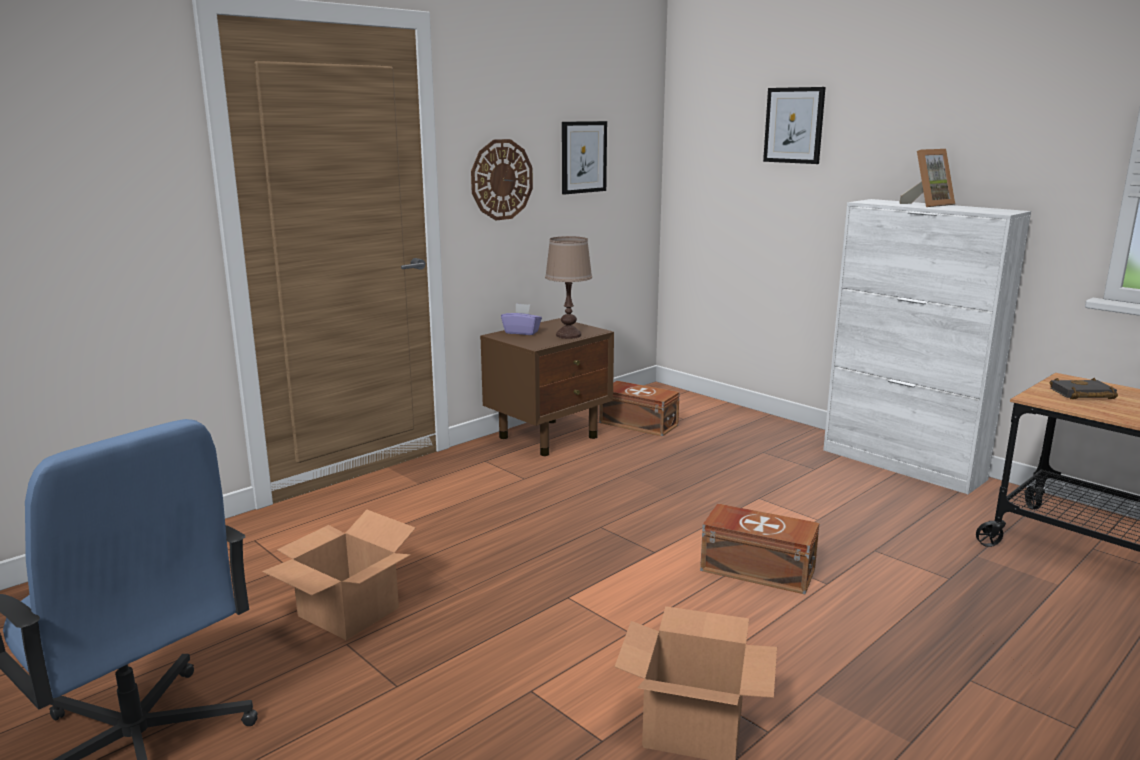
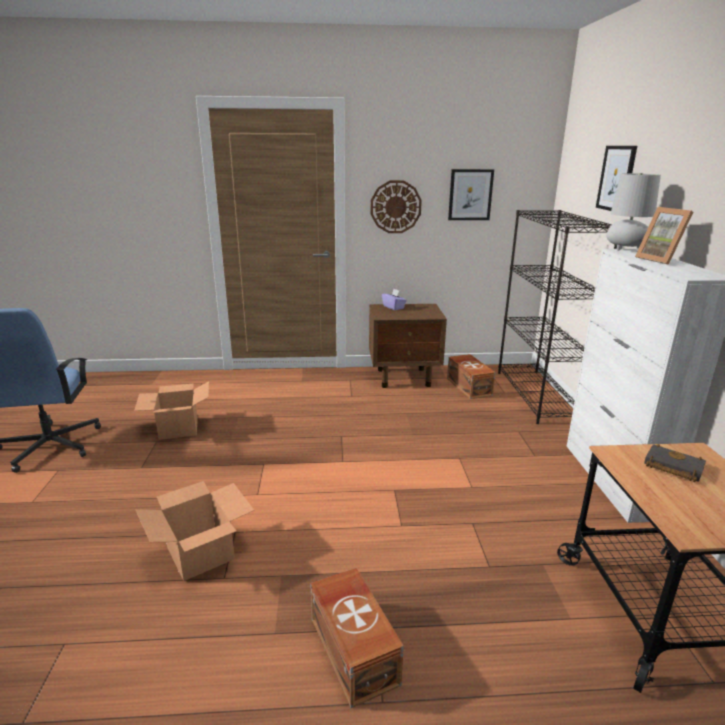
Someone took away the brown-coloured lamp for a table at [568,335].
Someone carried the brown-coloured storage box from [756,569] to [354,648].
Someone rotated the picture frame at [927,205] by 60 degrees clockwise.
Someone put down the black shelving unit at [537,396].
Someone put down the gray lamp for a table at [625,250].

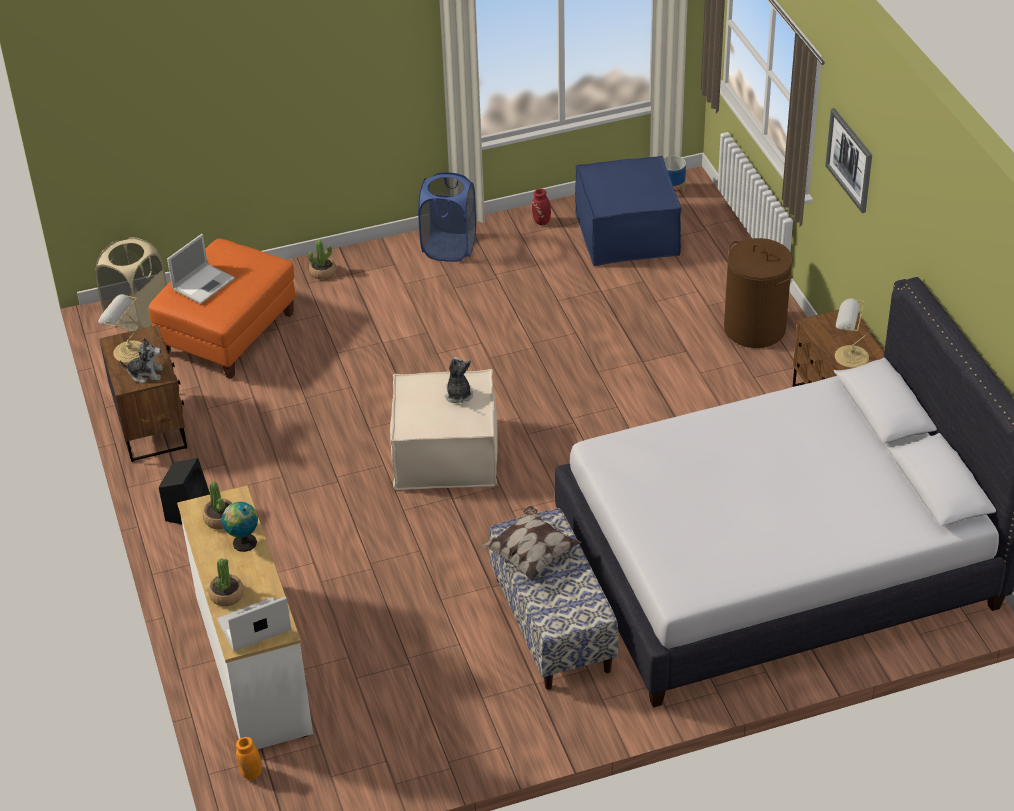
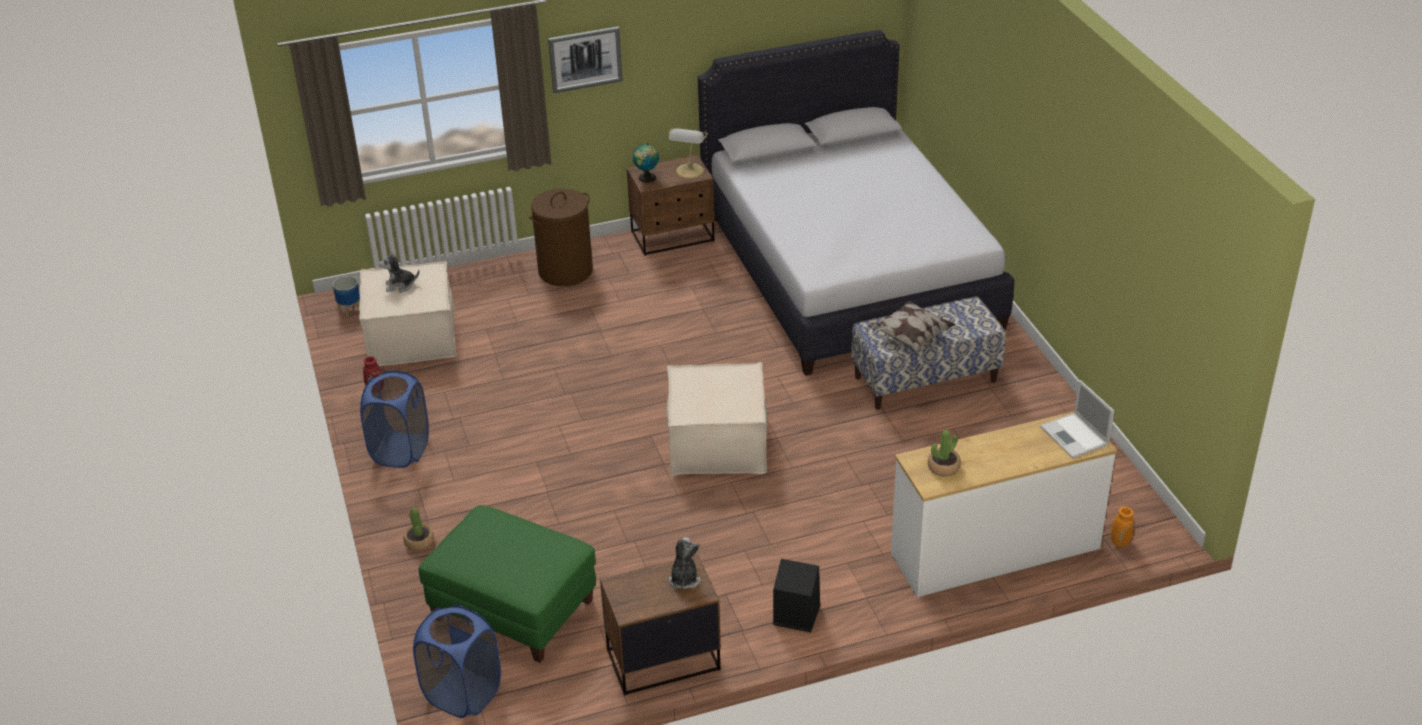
Someone repainted the beige washing basket at [138,315], which became the bluish washing basket at [462,694].
Someone took away the lamp for a table at [128,351].
Someone repainted the orange-coloured pouffe at [228,334], which became the green pouffe at [513,610].
Someone took away the portable computer at [204,283].
Someone took away the plant in a pot at [226,595].
Someone carried the desk globe from [243,542] to [647,178].
Someone carried the plush toy from [458,395] to [400,285].
Someone repainted the bluish pouffe at [627,234], which became the beige pouffe at [412,337].

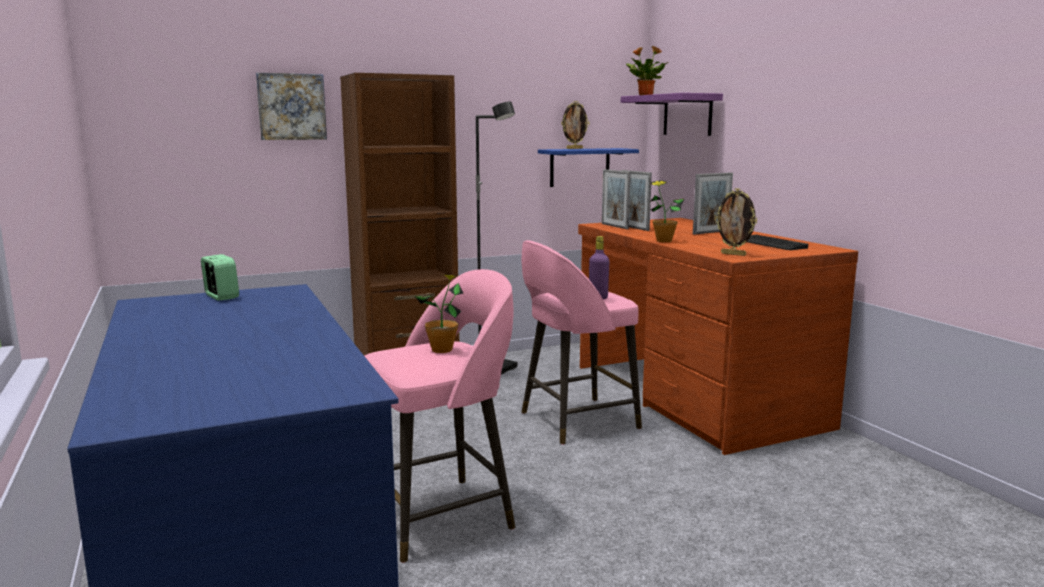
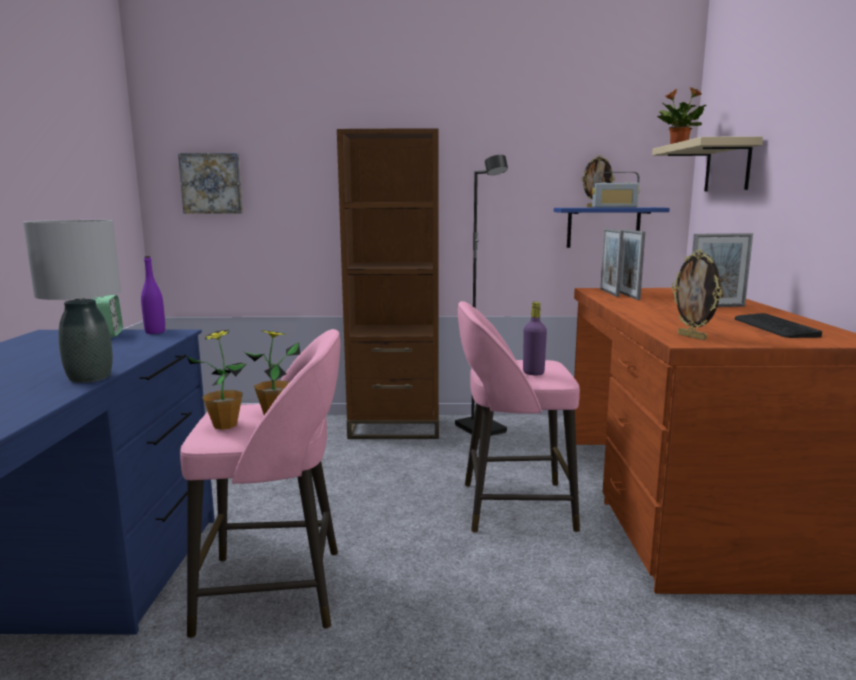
Someone carried the wall art from [291,107] to [212,183].
Someone repainted the purplish shelf at [687,115], which became the beige shelf at [727,166].
Someone carried the plant in a pot from [664,241] to [225,425].
Someone put down the gray lamp for a table at [89,377].
Someone put down the purplish drink bottle at [155,332].
Someone put down the radio receiver at [614,207].

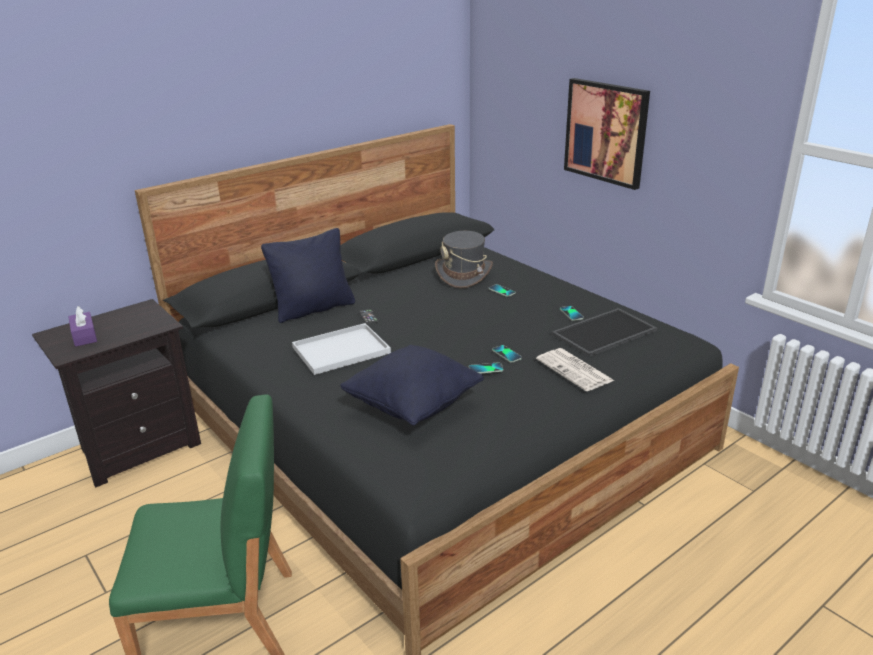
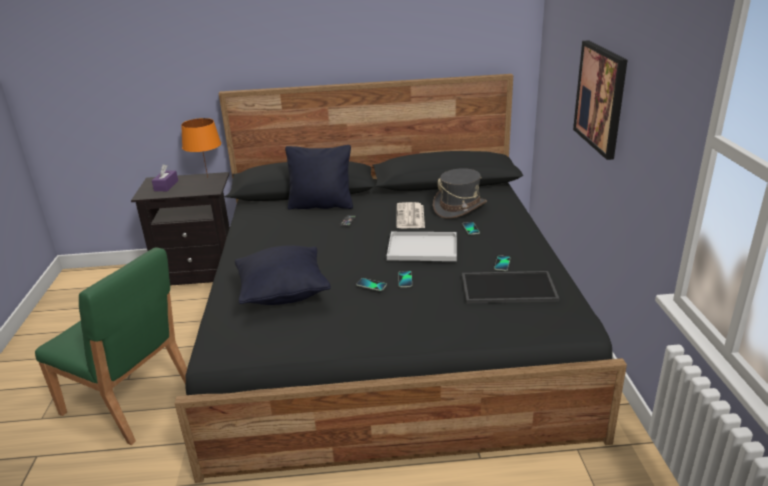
Someone carried the white serving tray from [340,351] to [421,248].
Someone carried the daily paper from [575,370] to [410,216].
Someone put down the orange-coloured lamp for a table at [207,177].

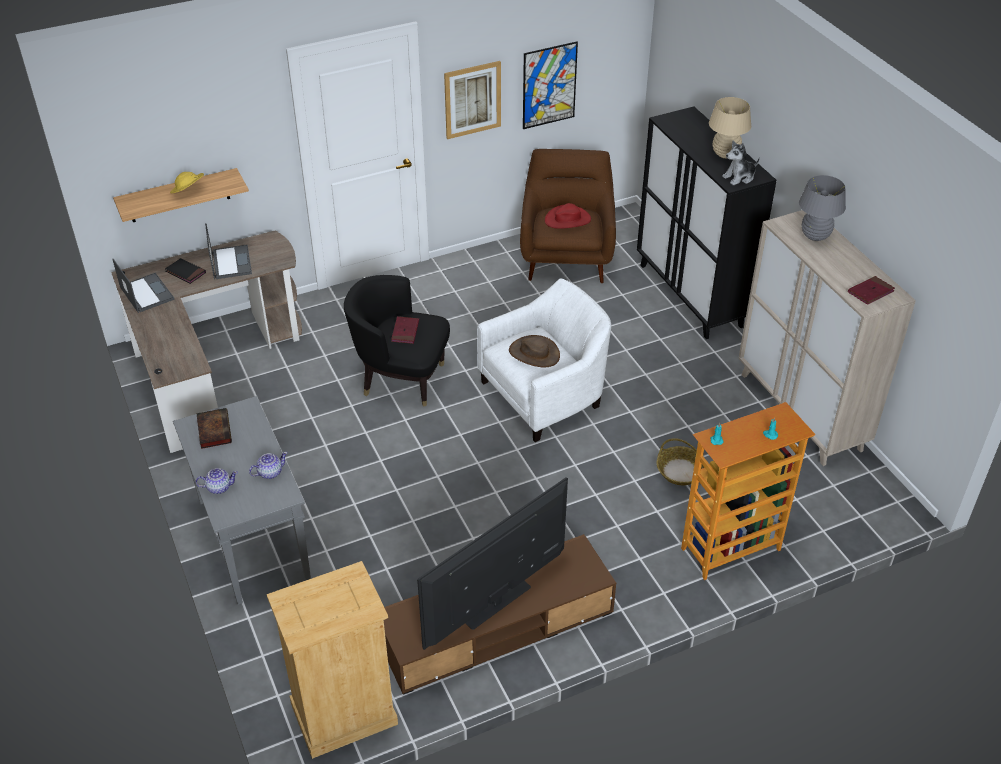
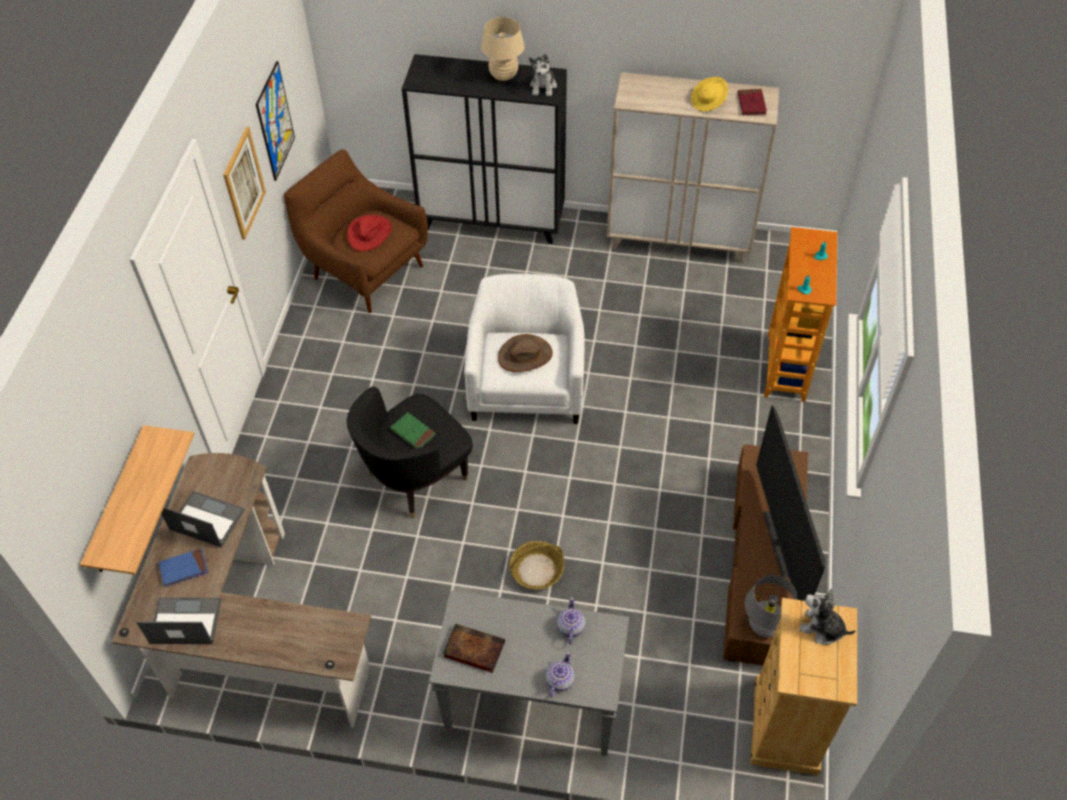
Someone repainted the black bound book at [185,272], which became the bluish bound book at [184,568].
Someone carried the yellow-coloured hat from [188,191] to [708,102].
Someone repainted the red-coloured bound book at [405,331], which became the green bound book at [413,432].
Someone carried the basket from [680,471] to [536,570].
Someone carried the gray lamp for a table from [815,236] to [764,626].
Someone put down the plush toy at [821,628].

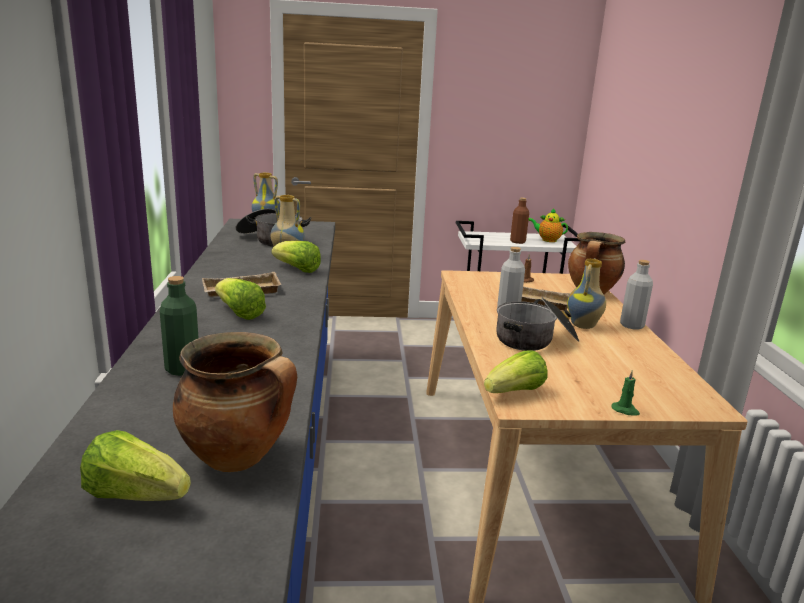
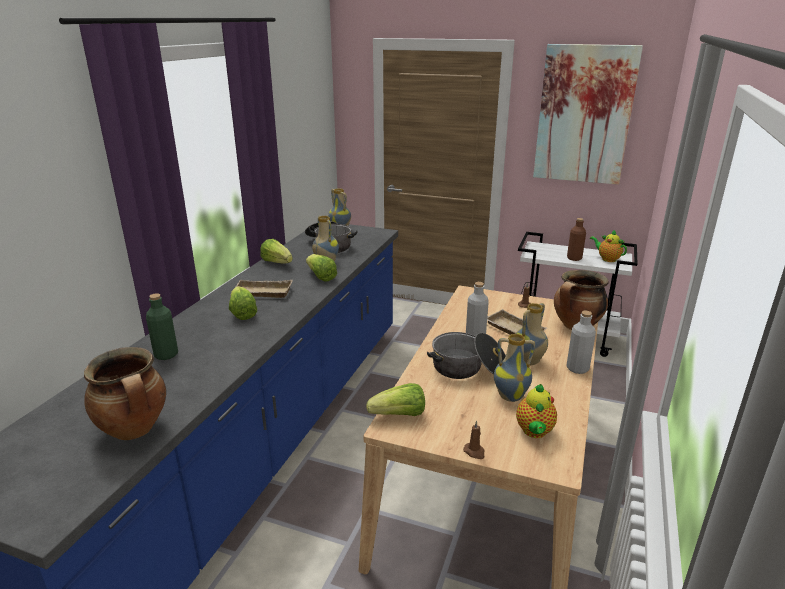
Someone carried the lettuce head from [135,495] to [277,262].
Someone repainted the green candle at [625,410], which became the brown-coloured candle at [474,452].
Someone put down the vase at [510,396].
Someone put down the pot for tea at [534,432].
Someone put up the wall art at [584,115].

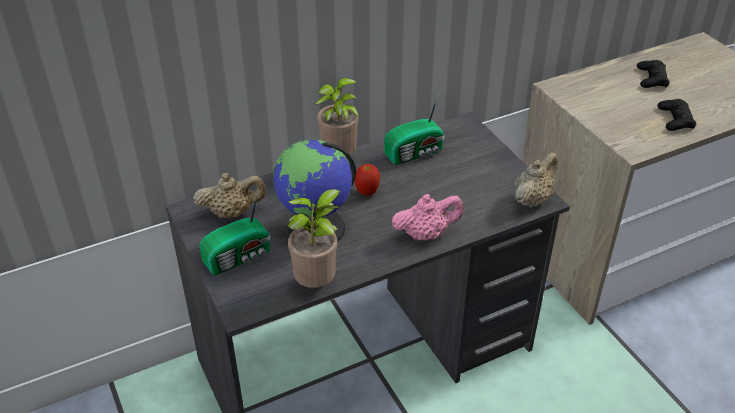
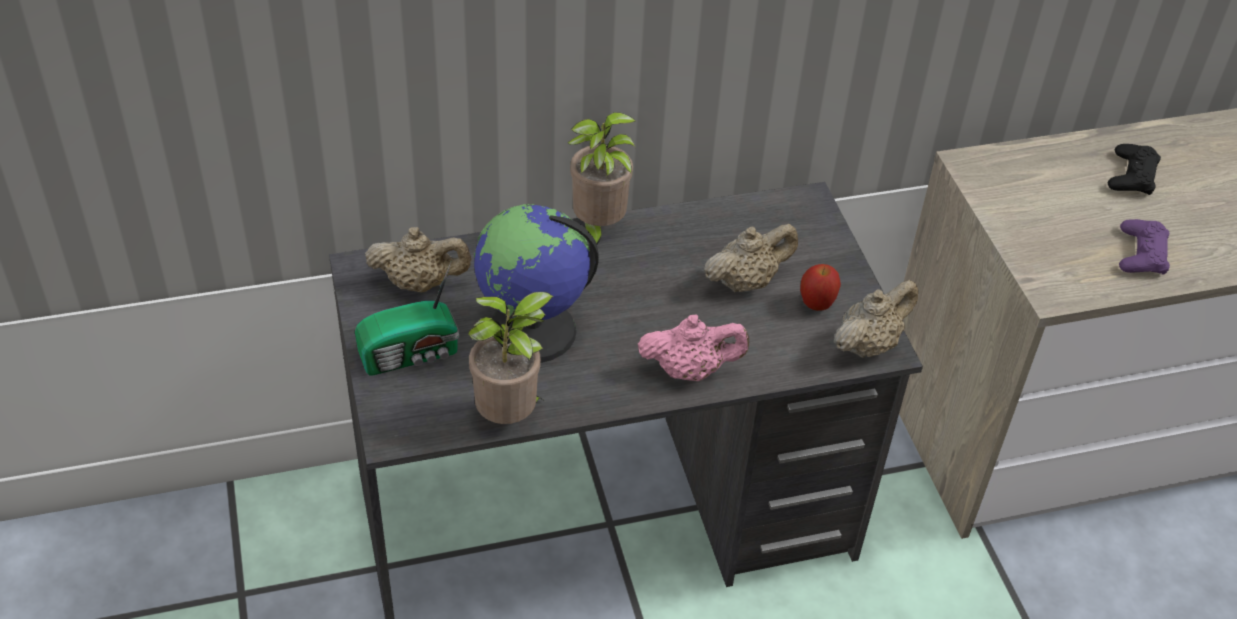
Someone carried the whole apple from [367,192] to [816,305].
Someone took away the radio receiver at [415,153].
Someone repainted the black joypad at [675,119], which became the purplish joypad at [1141,253].
Someone put down the beige pot for tea at [746,281].

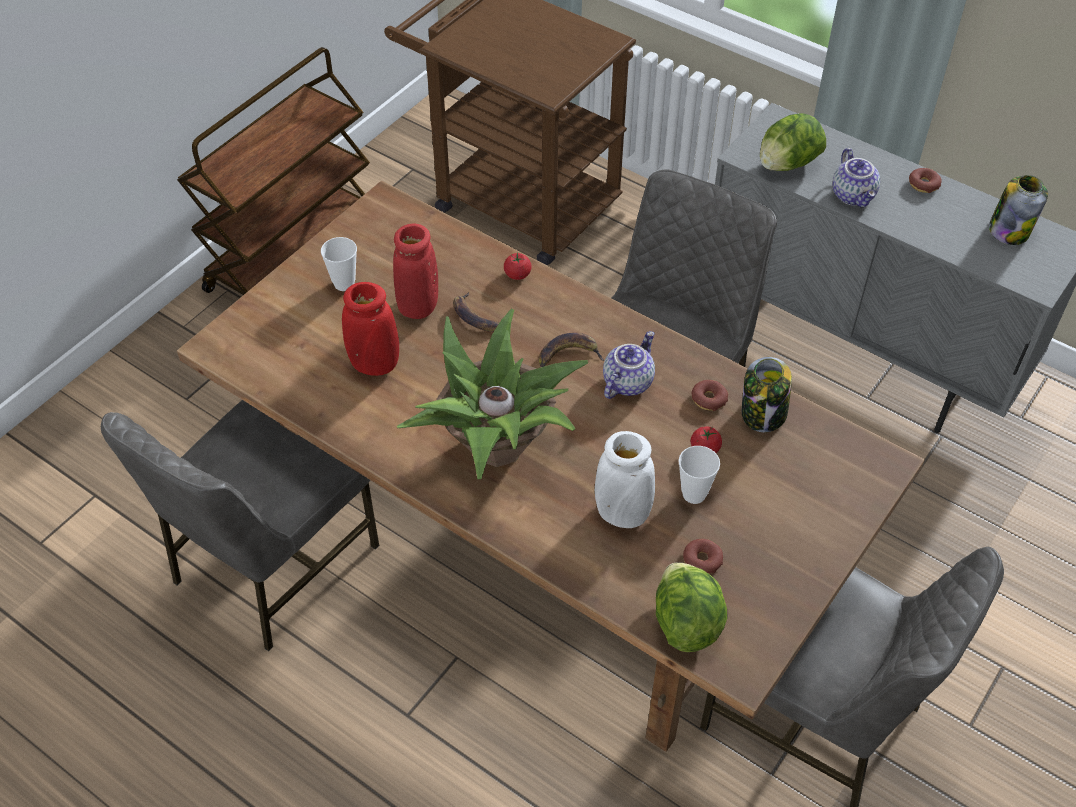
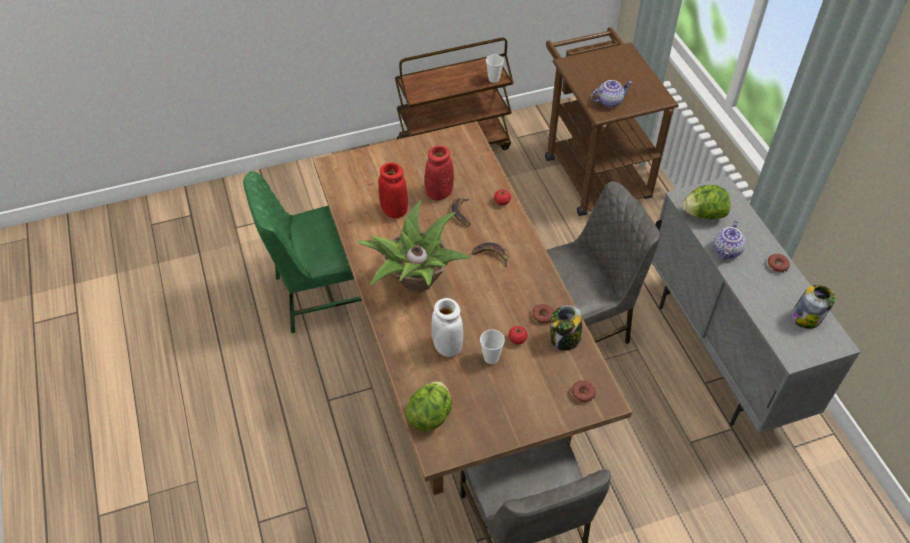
Someone repainted the gray chair at [271,564], which became the green chair at [324,293].
Someone carried the drinking cup from [344,283] to [494,79].
Someone carried the pot for tea from [627,382] to [609,101].
Someone carried the donut from [702,560] to [583,393].

